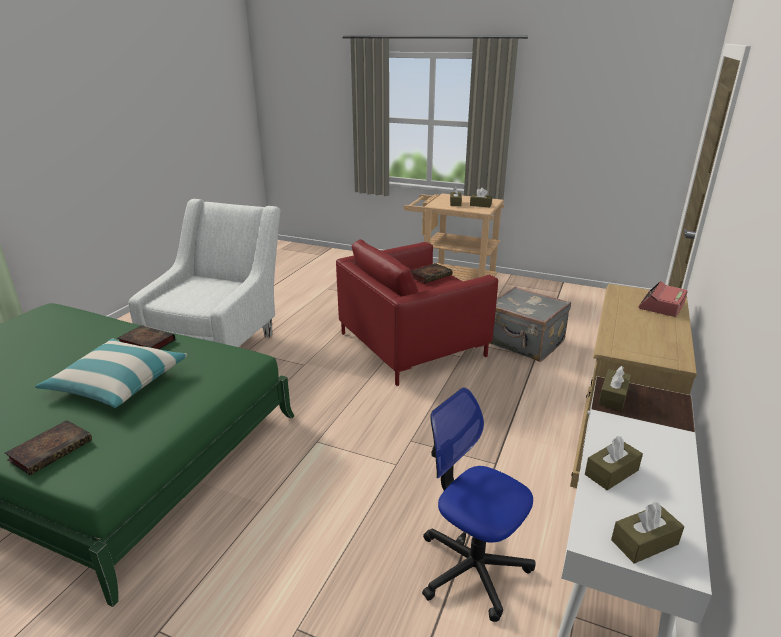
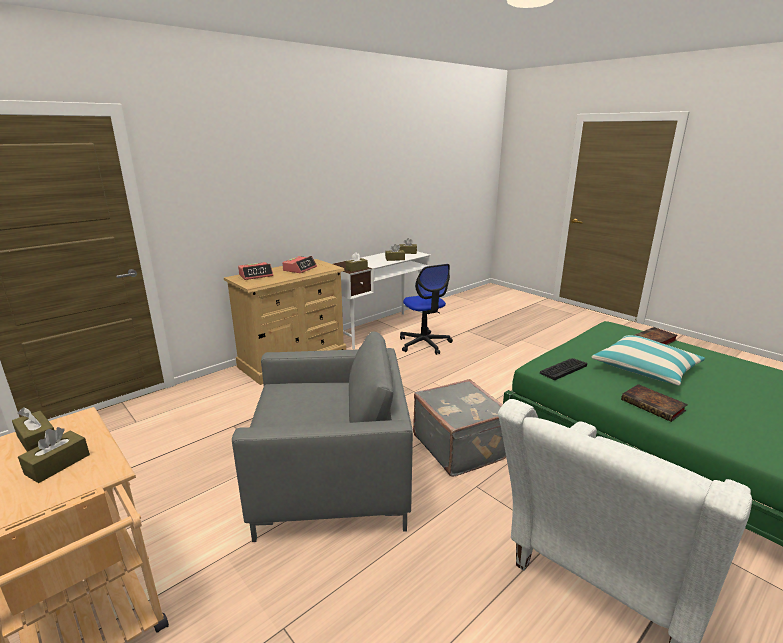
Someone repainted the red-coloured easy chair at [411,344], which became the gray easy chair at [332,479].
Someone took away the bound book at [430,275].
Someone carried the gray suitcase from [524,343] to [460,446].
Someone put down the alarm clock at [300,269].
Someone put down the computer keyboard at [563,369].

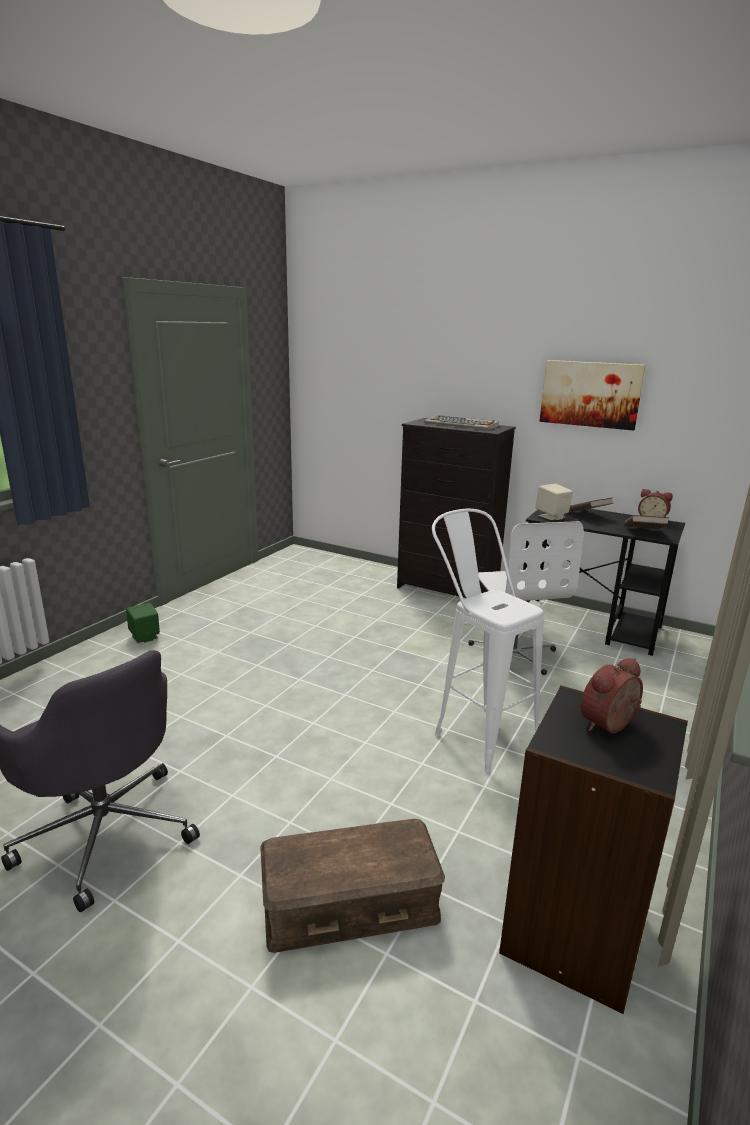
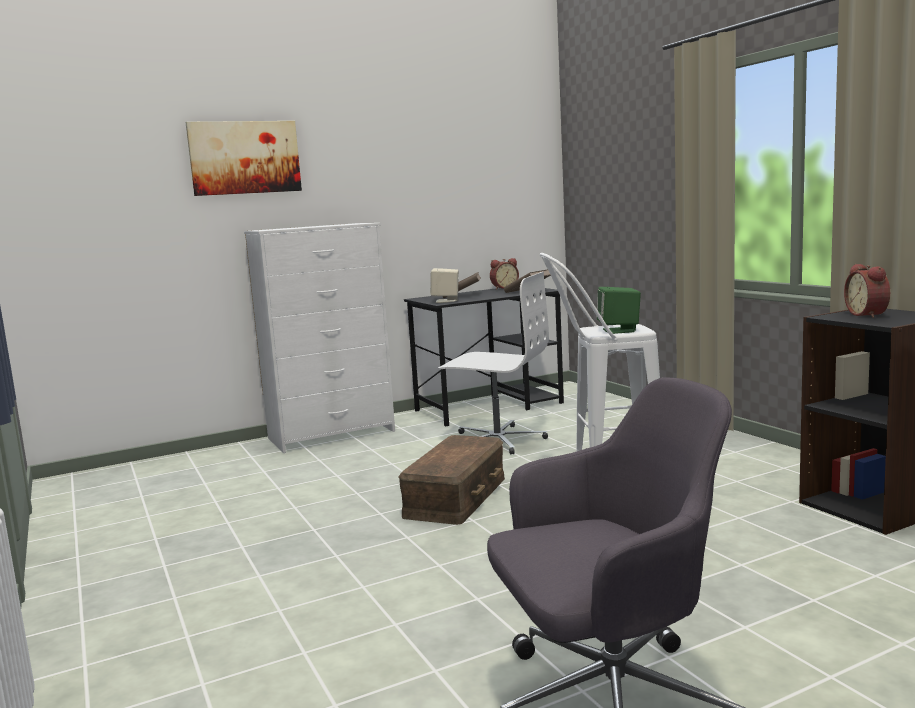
Someone carried the green loudspeaker from [145,637] to [619,330].
Someone carried the brown-coloured storage box from [350,903] to [457,497].
Someone repainted the black drawer chest at [448,590], which became the white drawer chest at [333,435].
Someone took away the computer keyboard at [462,425].
Someone carried the wall art from [590,394] to [244,157].

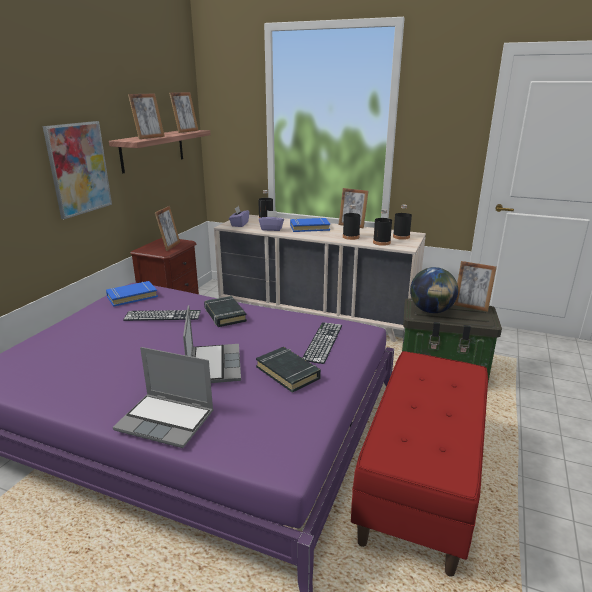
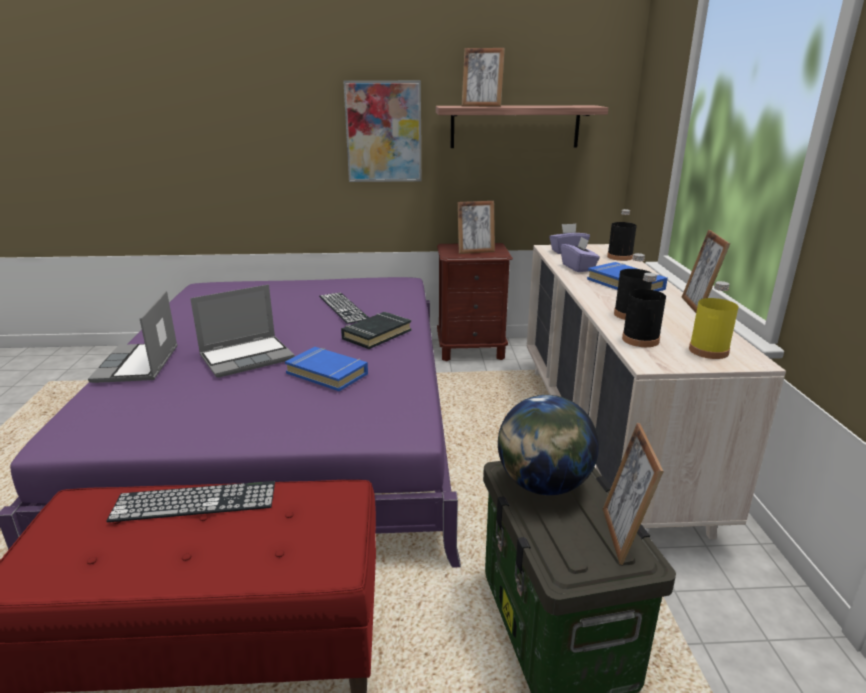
Someone carried the bluish bound book from [132,297] to [327,373].
Someone took away the picture frame at [186,131].
Someone took away the black bound book at [288,372].
Someone carried the computer keyboard from [323,342] to [195,501].
Someone repainted the black drink bottle at [401,237], which became the yellow-coloured drink bottle at [708,351].

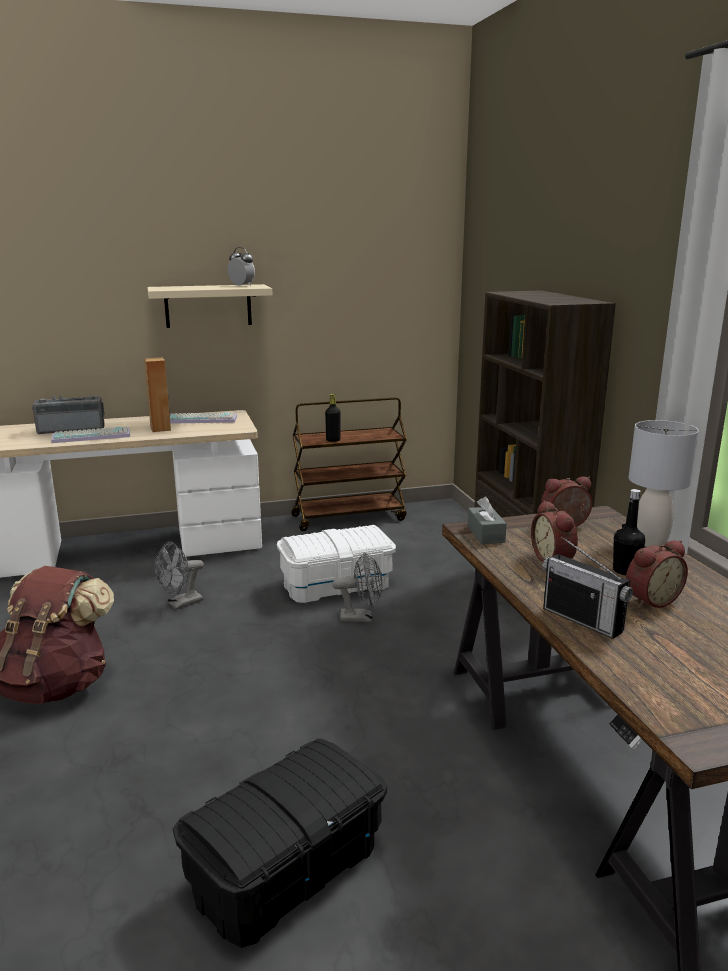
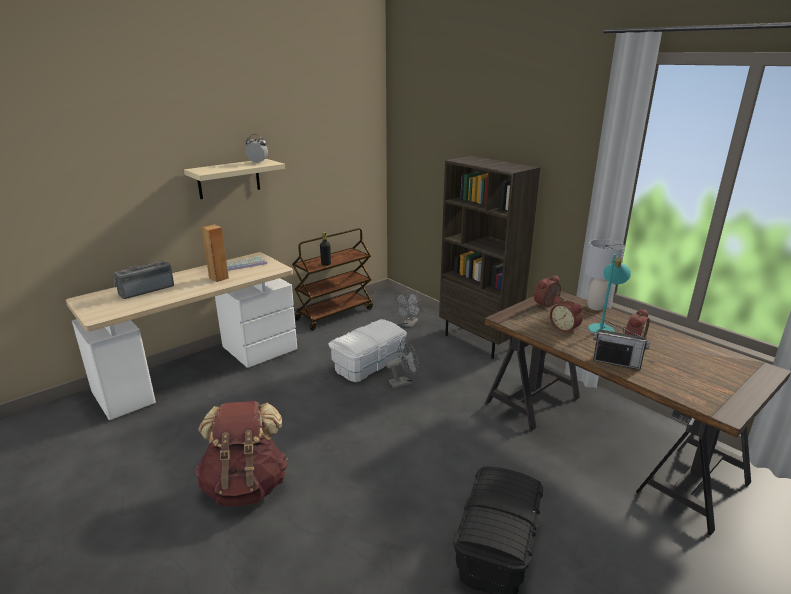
Someone took away the computer keyboard at [92,436].
Someone carried the gray fan from [180,604] to [409,324].
Someone took away the gray tissue holder at [485,534].
Someone swapped the black drink bottle at [625,571] for the blue-green lamp for a table at [603,328].

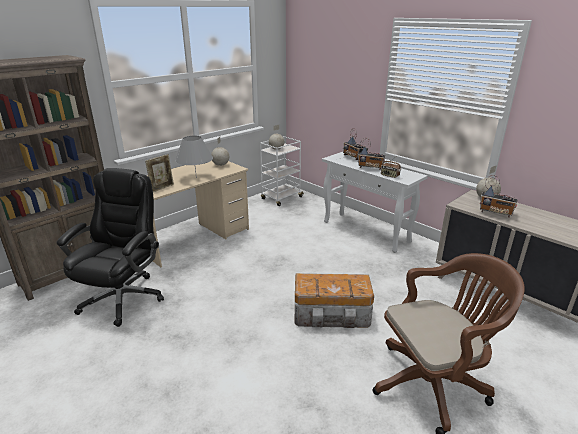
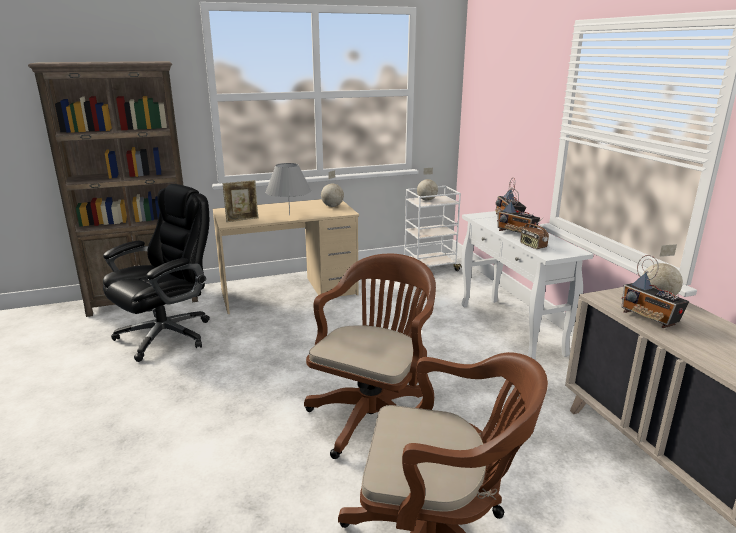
Someone swapped the storage box at [332,314] for the brown-coloured office chair at [374,415].

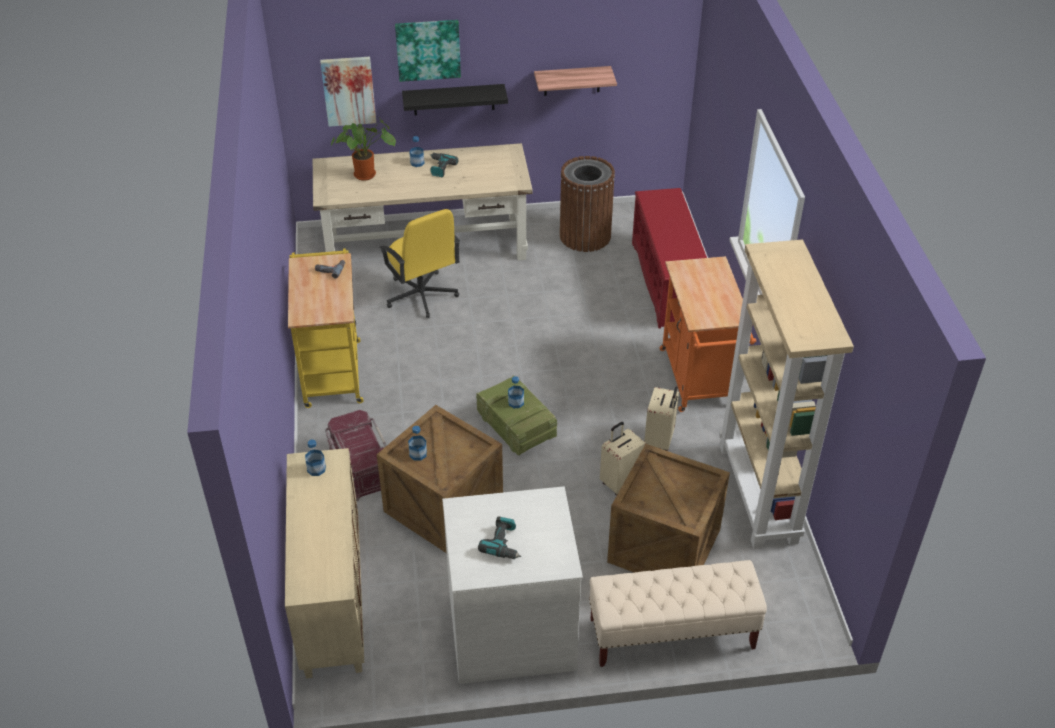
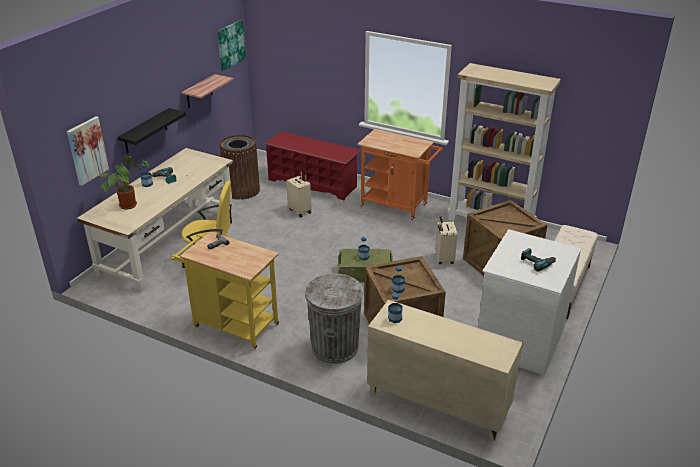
Someone swapped the red-coloured storage box at [360,467] for the gray trash can at [334,347].
Someone carried the wall art from [428,49] to [230,44].
Someone carried the beige suitcase from [660,441] to [300,211].

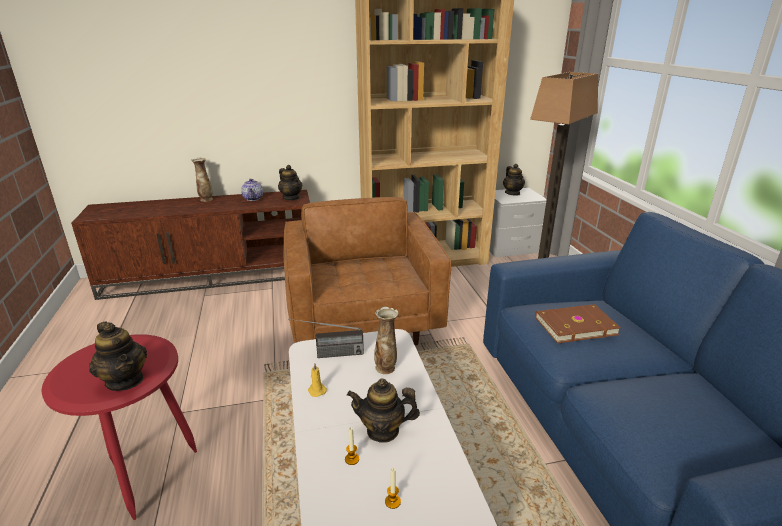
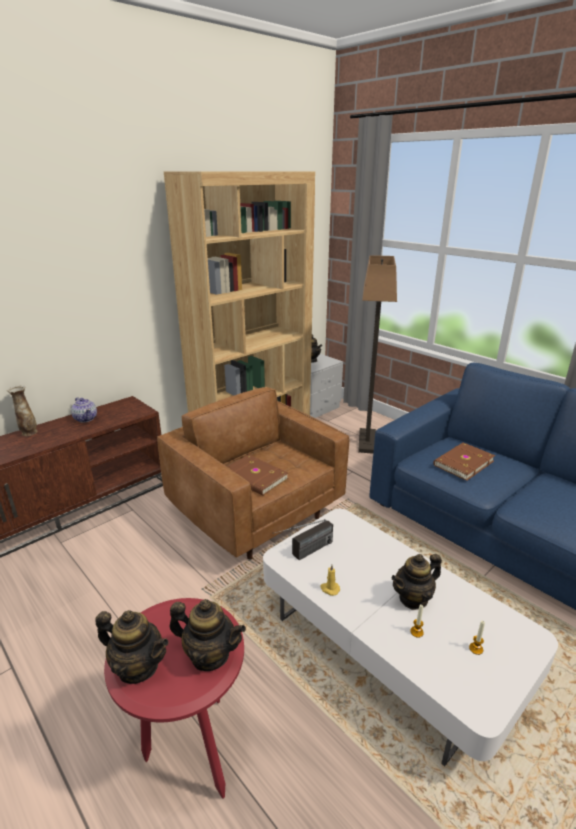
Someone carried the pot for tea from [291,198] to [138,666].
Someone took away the vase at [386,368].
Someone put down the brown-coloured bound book at [254,478].

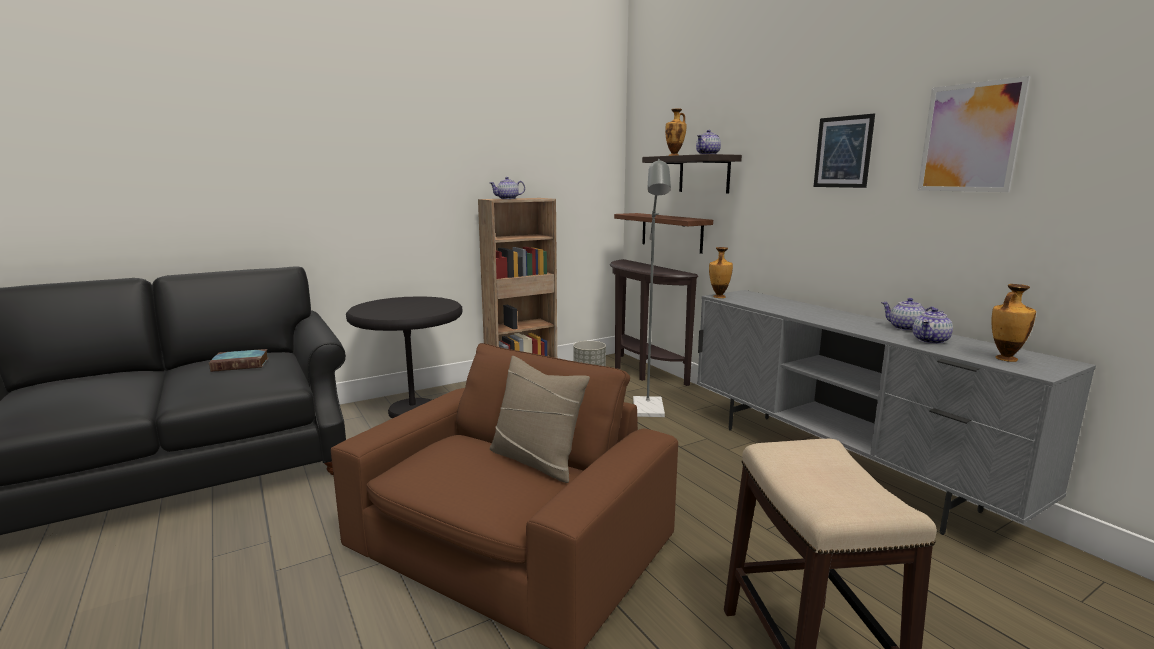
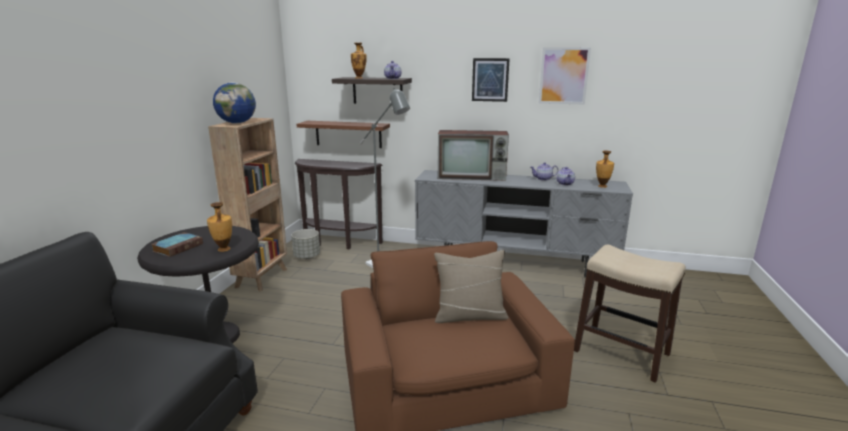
Someone carried the bound book from [241,364] to [178,247].
Someone swapped the pot for tea at [507,198] for the desk globe at [237,123].
Someone carried the vase from [718,297] to [223,249].
Someone put down the television at [473,176].

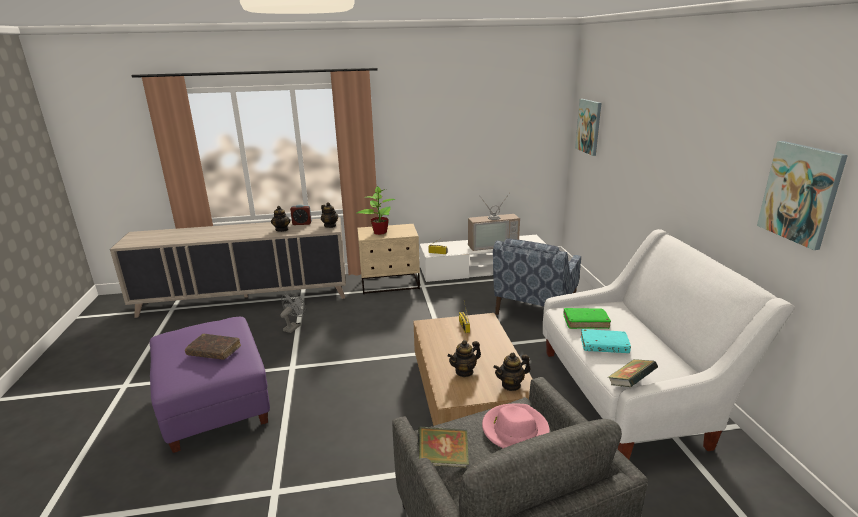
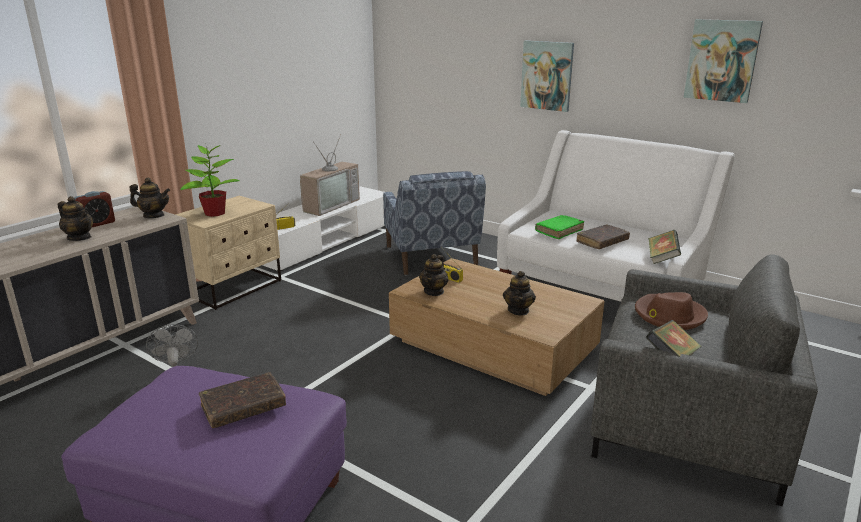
Someone repainted the pink hat at [514,430], which became the brown-coloured hat at [669,315].
Someone carried the pot for tea from [511,385] to [434,291].
Someone carried the wall art from [589,126] to [547,75].
Someone repainted the blue-green bound book at [604,346], which became the brown-coloured bound book at [602,242].

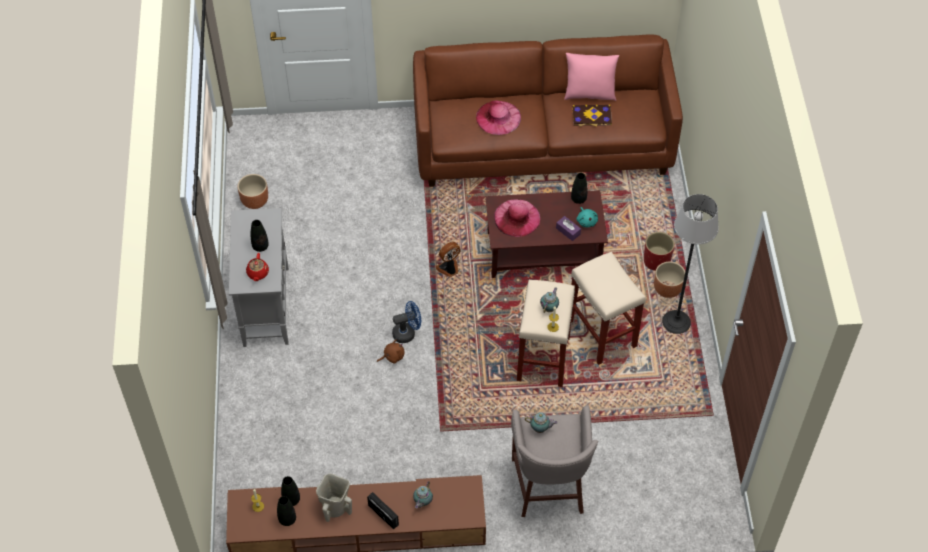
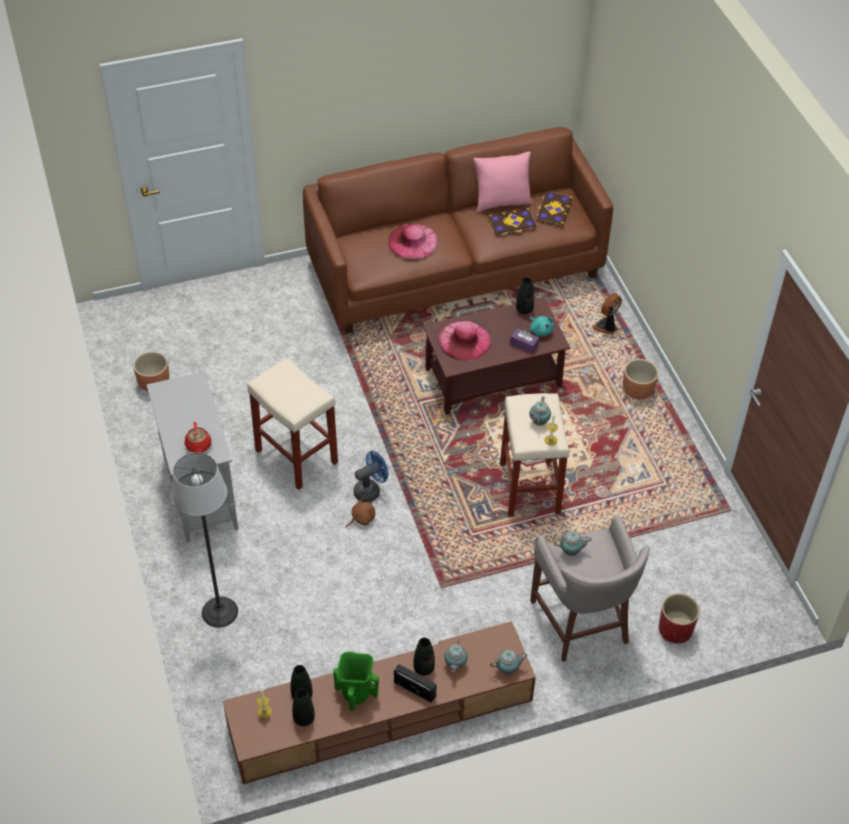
Someone carried the black vase from [260,246] to [424,668].
Someone repainted the beige vase at [335,506], which became the green vase at [356,692].
Someone carried the fan from [449,269] to [606,327].
Someone carried the beige stool seat from [600,333] to [295,456].
Someone carried the red-coloured plant pot from [656,261] to [675,630].
Someone carried the standing lamp from [676,322] to [220,612].
Someone put down the pot for tea at [508,669].
Someone put down the bound book at [553,210].

